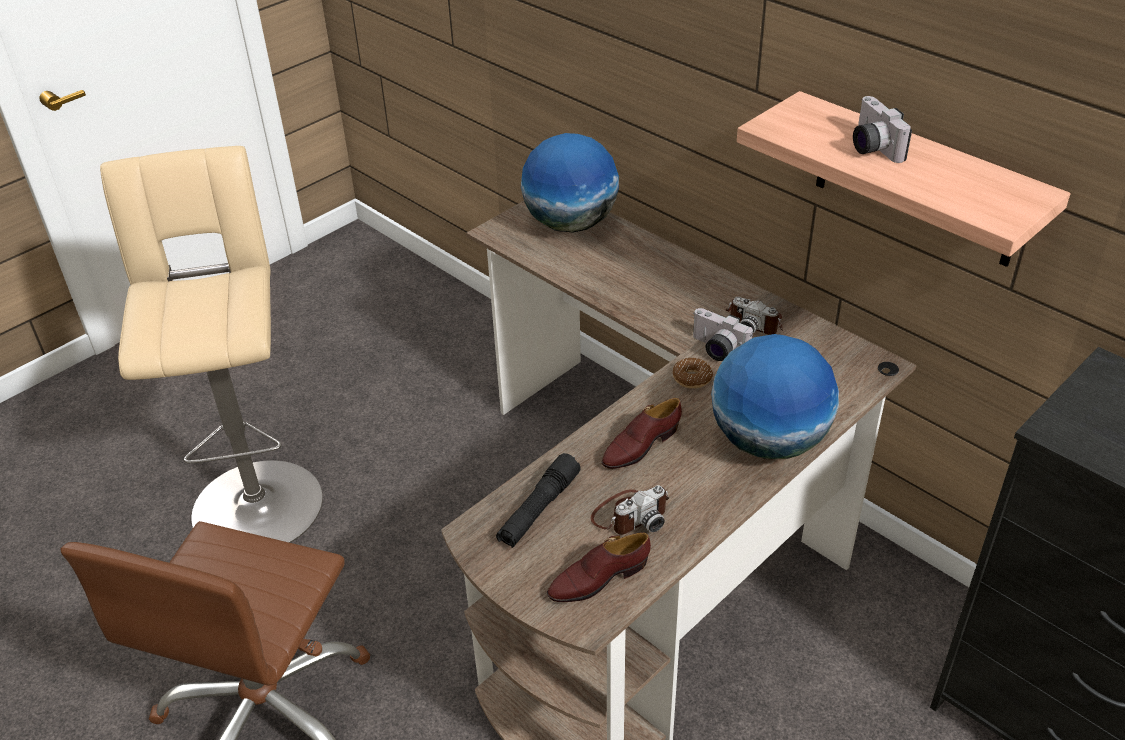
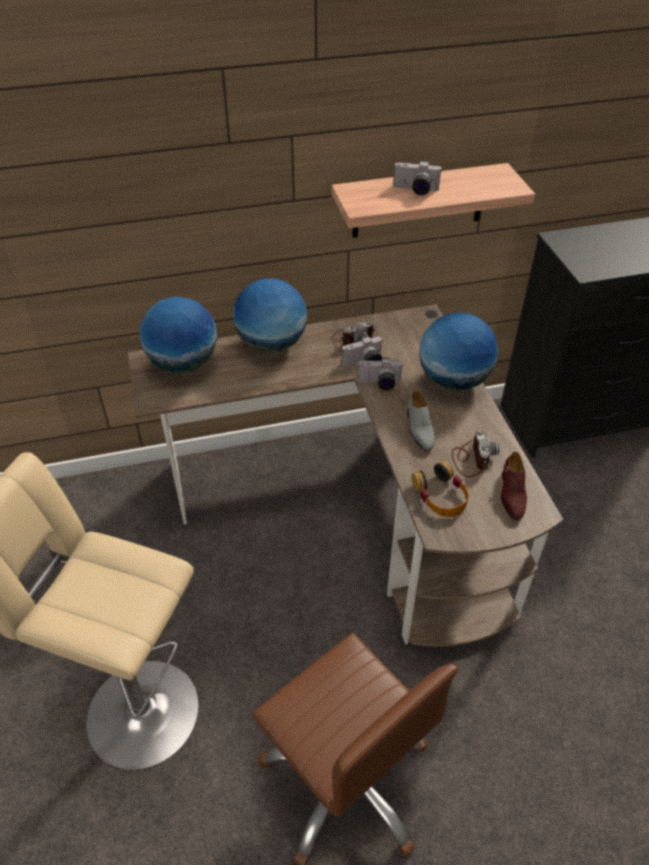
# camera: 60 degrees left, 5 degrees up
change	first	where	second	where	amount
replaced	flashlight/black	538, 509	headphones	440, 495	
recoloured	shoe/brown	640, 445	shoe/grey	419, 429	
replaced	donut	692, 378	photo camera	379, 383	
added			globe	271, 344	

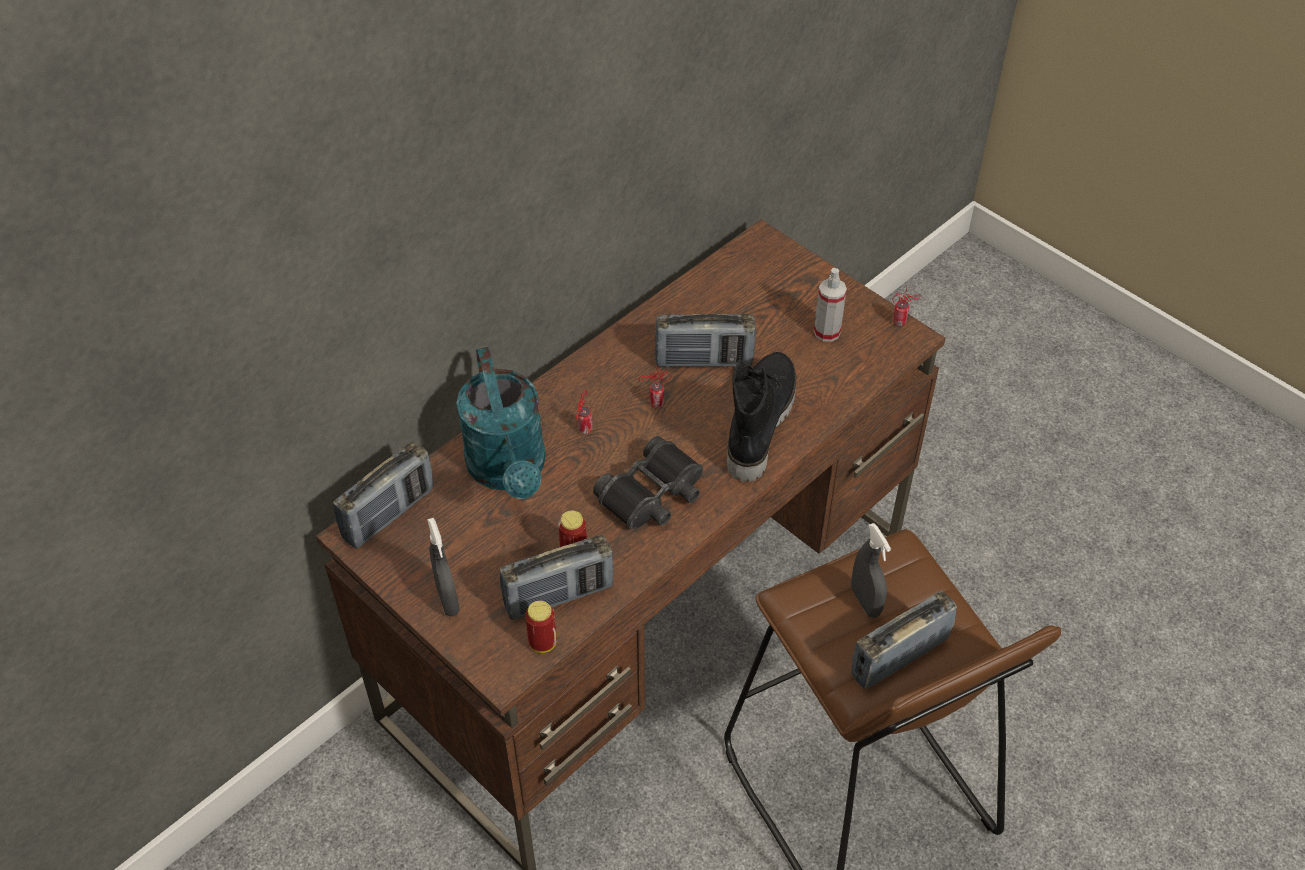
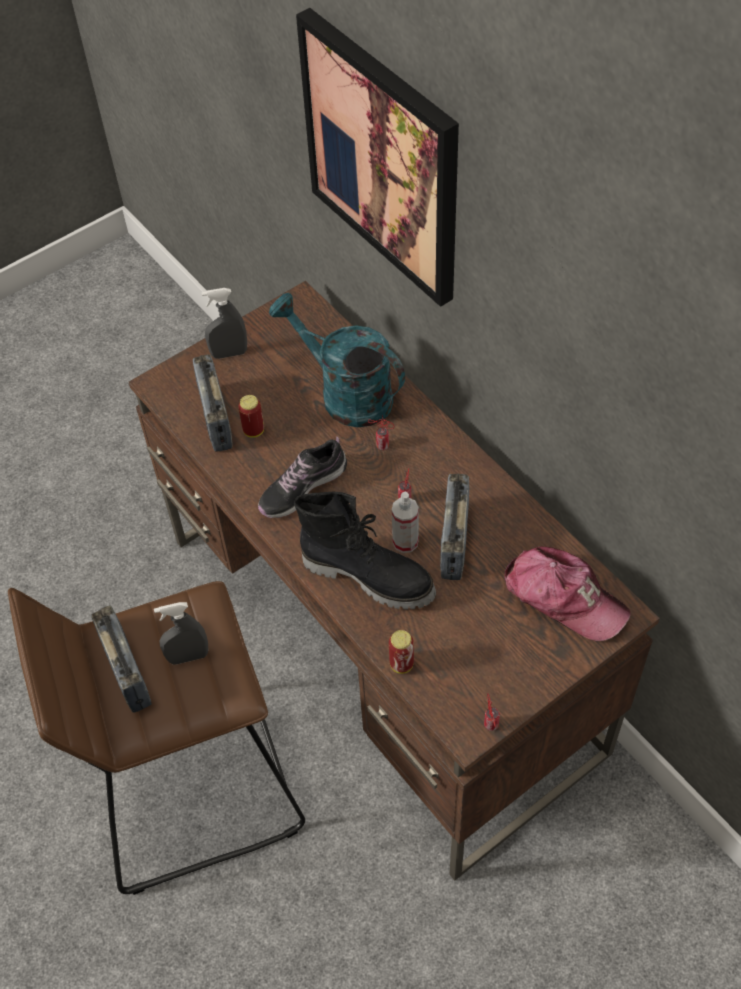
# camera: 100 degrees right, 5 degrees up
change	first	where	second	where	amount
removed	radio	389, 514			
turned	watering can/turquoise	510, 471		345, 393	45 degrees clockwise
moved	can	543, 643		401, 664	
replaced	binoculars/black	652, 494	shoe	302, 487	
moved	spray bottle	827, 332		405, 542	
added			picture	383, 158	
added			cap	564, 597	

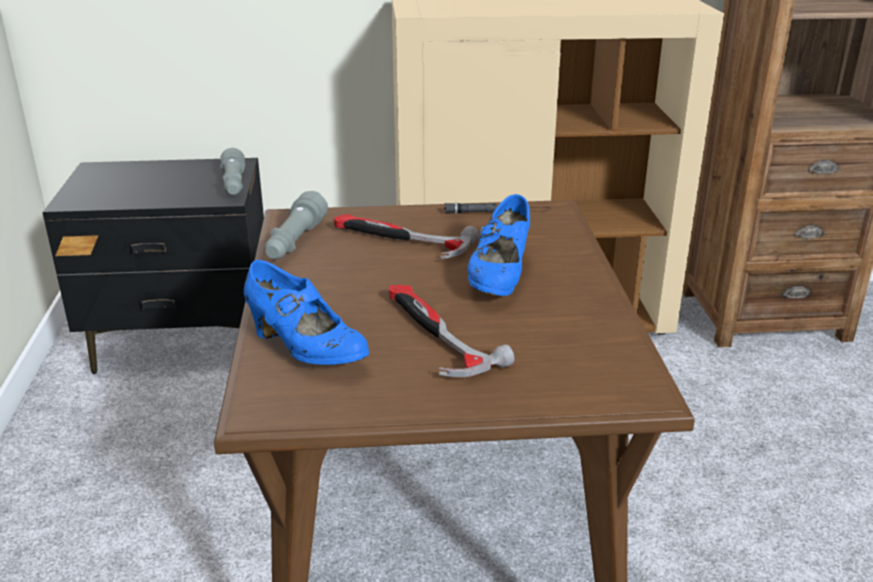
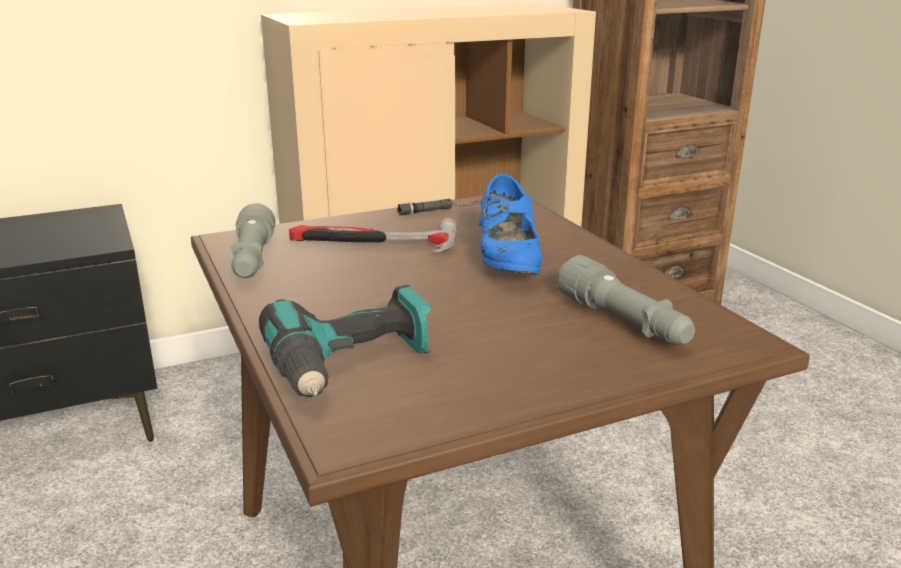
# camera: 20 degrees left, 5 degrees down
change	first	where	second	where	amount
moved	flashlight/grey	234, 185		624, 323	
replaced	shoe/blue	305, 350	power drill	352, 364	
removed	hammer	433, 336			

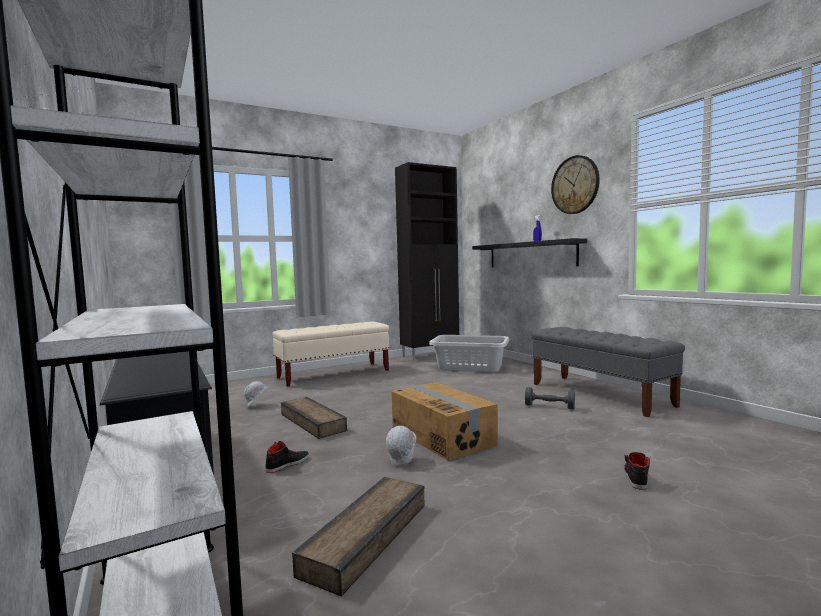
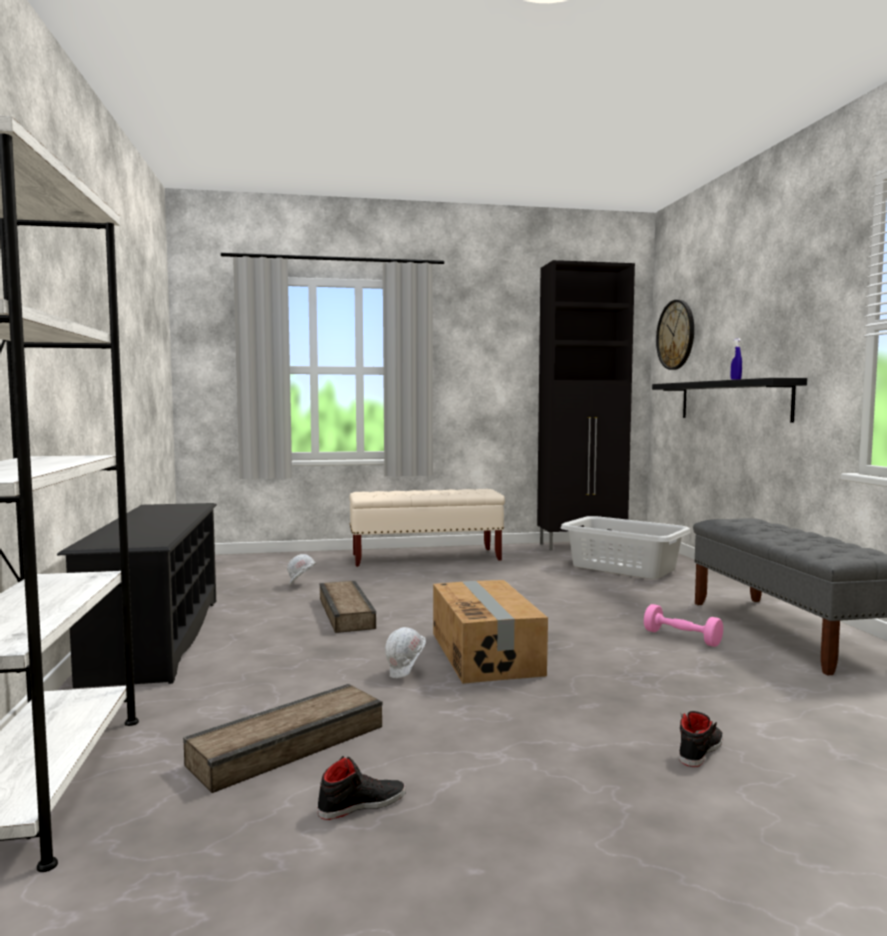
# camera: 20 degrees right, 0 degrees up
change	first	where	second	where	amount
moved	shoe/black	287, 464		361, 804	
recoloured	dumbbell/grey	549, 406	dumbbell/pink	682, 638	
moved	wall clock	575, 185		676, 335	

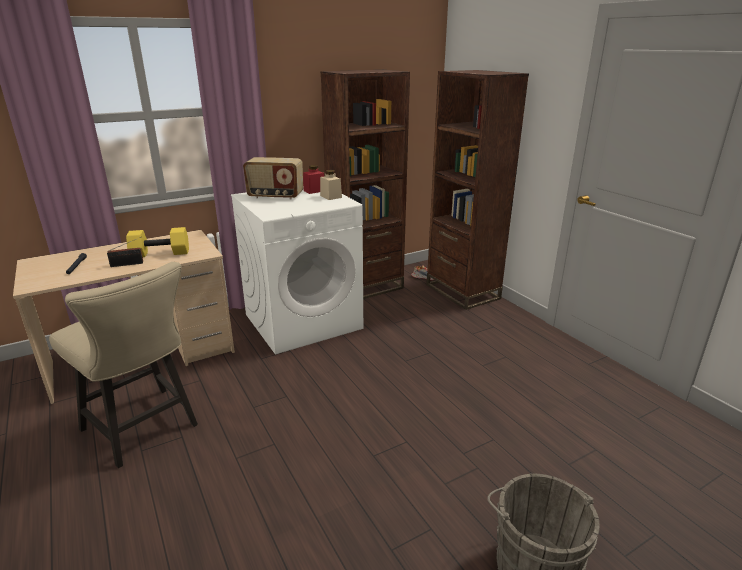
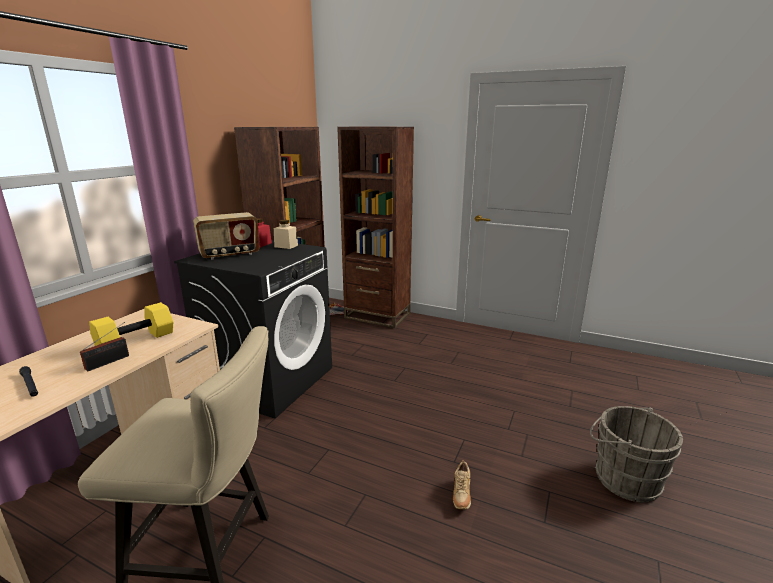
# camera: 35 degrees left, 5 degrees down
change	first	where	second	where	amount
recoloured	washing machine/white	303, 321	washing machine/black	269, 380	
added			shoe/beige	461, 496	

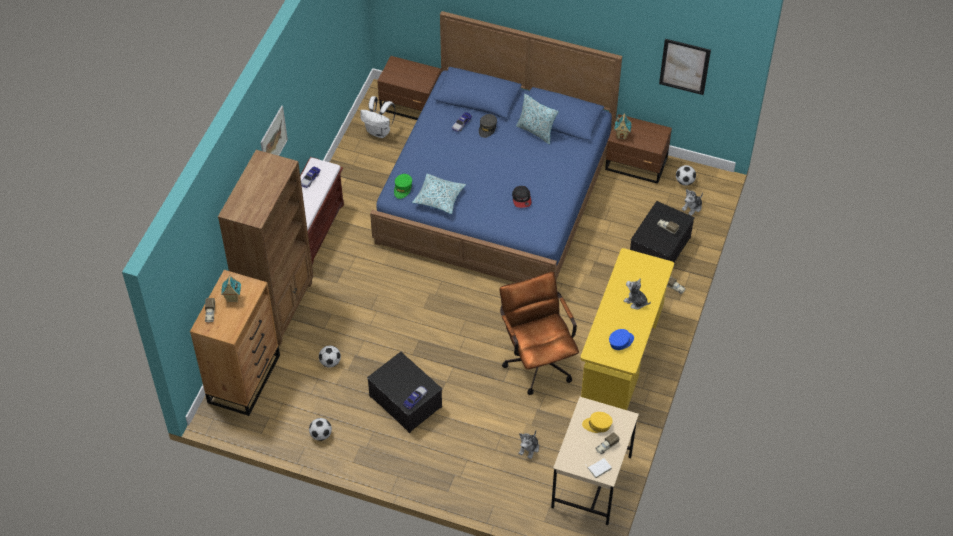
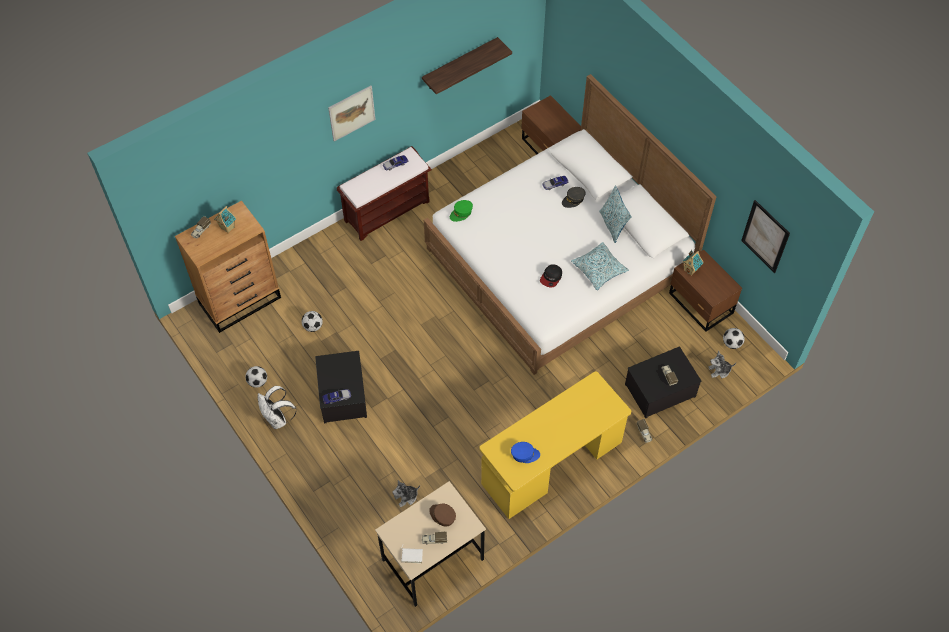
# camera: 35 degrees right, 5 degrees up
change	first	where	second	where	amount
removed	bookcase/brown	279, 308			
moved	backpack/white	379, 131		277, 419	
recoloured	bed/blue	496, 192	bed/white	559, 260	
moved	pillow	439, 198		599, 269	
removed	office chair/brown	537, 359			
recoloured	cap/yellow	597, 425	cap/brown	442, 516	
removed	plush toy	635, 301			
added			shelf	460, 64	

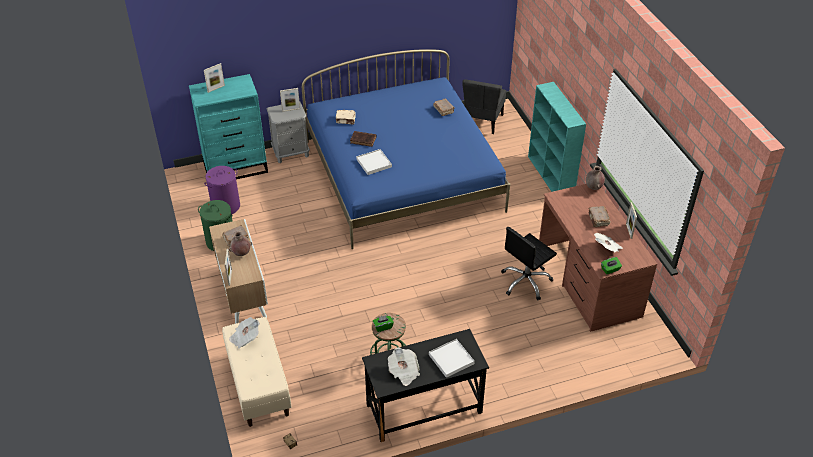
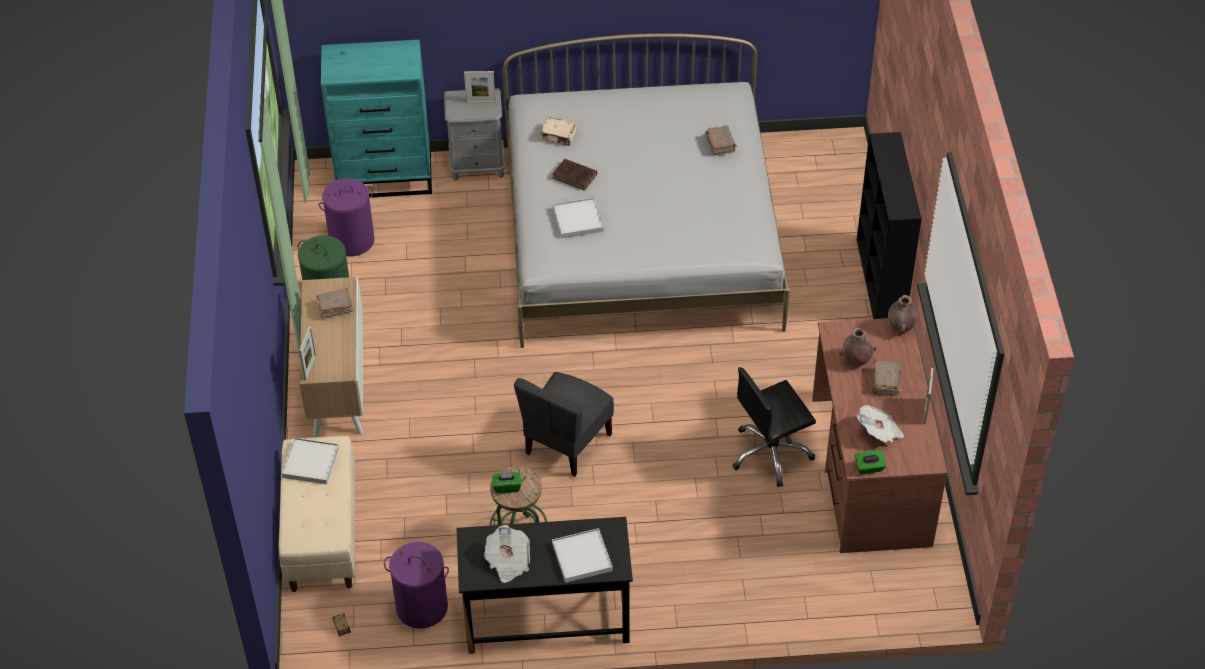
# camera: 15 degrees right, 5 degrees up
change	first	where	second	where	amount
removed	picture frame	216, 88			
moved	vase/brown	241, 253		856, 361	
replaced	newspaper	245, 338	tray/white	310, 463	
recoloured	bed/blue	403, 175	bed/white	641, 236	
moved	chair/grey	482, 122		567, 444	
recoloured	bookcase/turquoise	551, 176	bookcase/black	881, 281	
added			laundry basket/purple	421, 607	

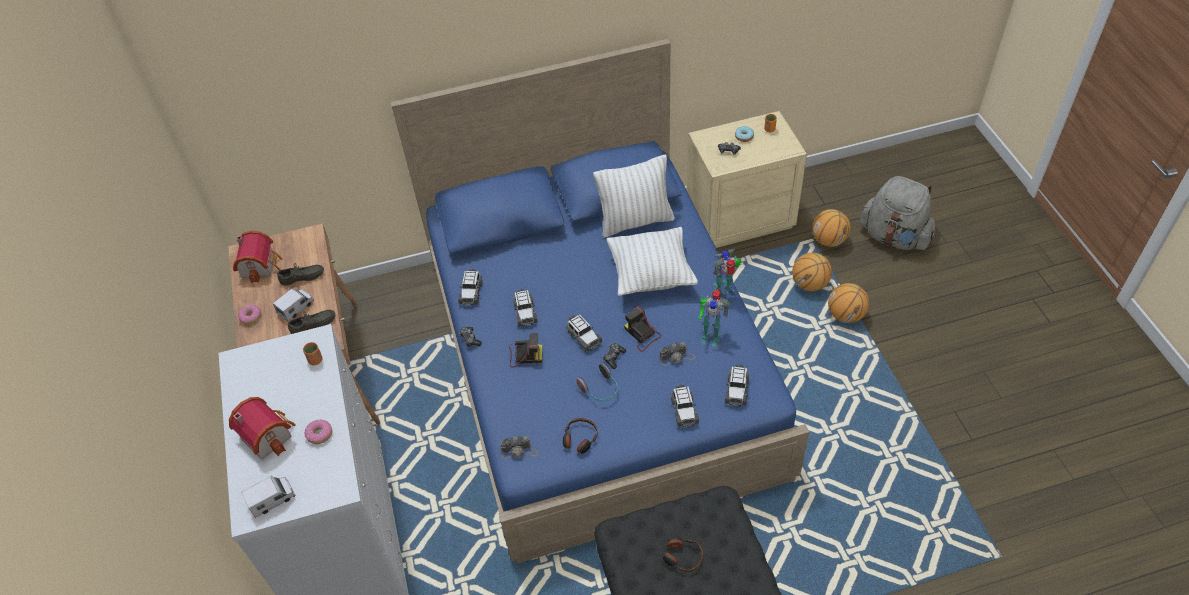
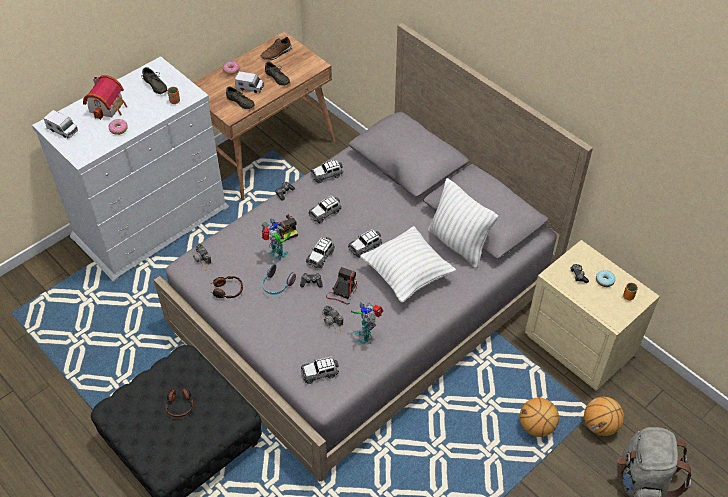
# camera: 60 degrees right, 0 degrees up
change	first	where	second	where	amount
replaced	toy house	261, 265	shoe/brown	276, 54	
recoloured	bed/blue	600, 362	bed/grey	365, 305	
moved	toy car	684, 411		365, 247	
moved	toy robot	724, 289		277, 255	
removed	basketball	846, 315			
added			shoe/grey	154, 86	

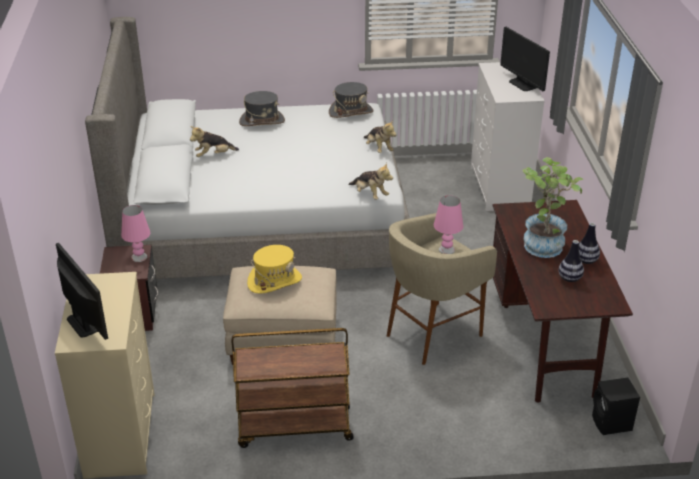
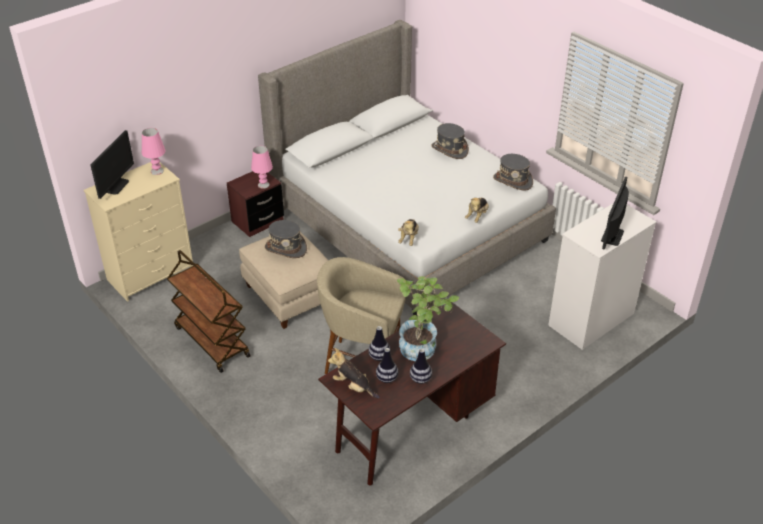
# camera: 55 degrees right, 5 degrees up
change	first	where	second	where	amount
moved	plush toy	213, 155		353, 386	
recoloured	hat/yellow	274, 281	hat/grey	286, 248	
moved	table lamp/pink	447, 249		157, 171	
removed	speaker/black	612, 424			
added			vase	379, 356	

